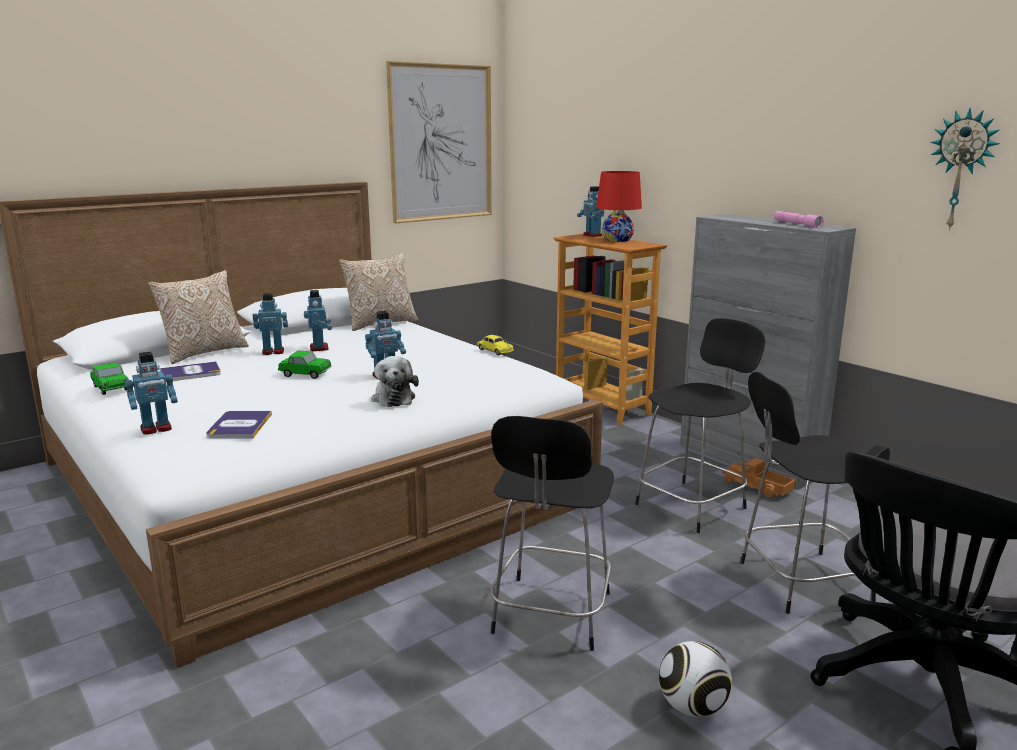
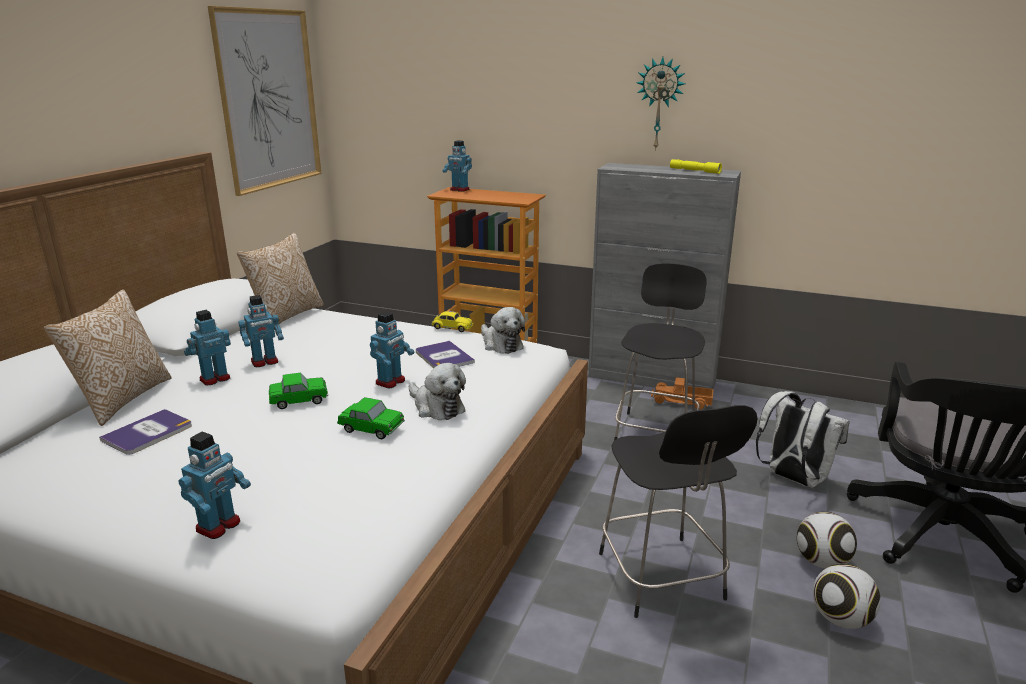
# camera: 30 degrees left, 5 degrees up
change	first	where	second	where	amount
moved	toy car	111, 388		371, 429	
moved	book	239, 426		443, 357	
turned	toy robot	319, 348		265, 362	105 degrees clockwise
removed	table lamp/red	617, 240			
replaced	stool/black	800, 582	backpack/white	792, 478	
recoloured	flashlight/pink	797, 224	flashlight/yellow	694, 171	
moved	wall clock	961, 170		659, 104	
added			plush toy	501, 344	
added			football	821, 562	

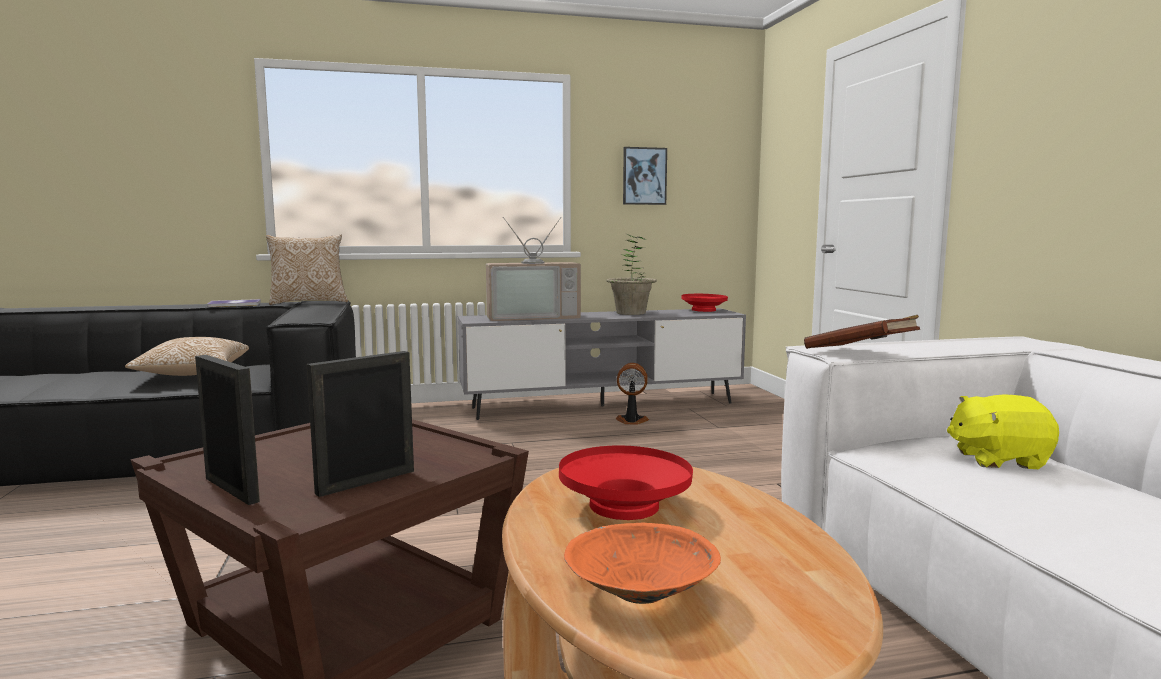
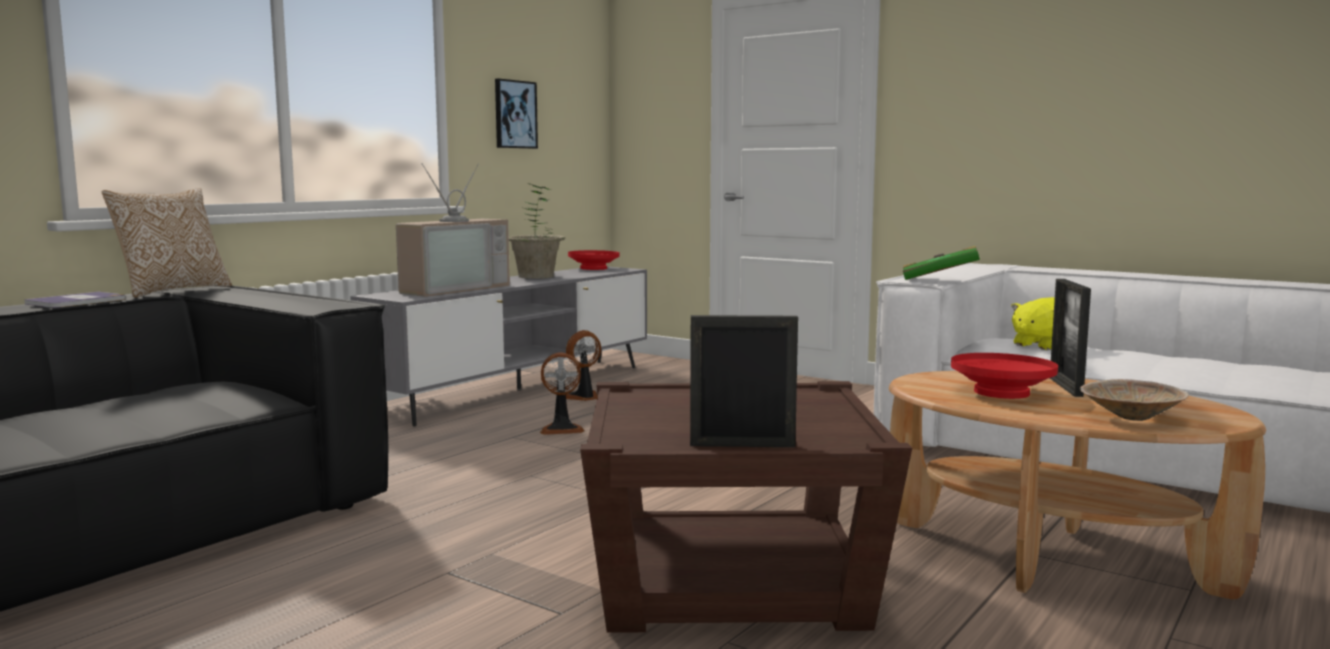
# camera: 40 degrees left, 0 degrees up
change	first	where	second	where	amount
removed	pillow	193, 374			
moved	picture frame	366, 482		1065, 387	
recoloured	bowl/orange	638, 592	bowl/beige	1130, 418	
recoloured	book/brown	860, 353	book/green	939, 280	
added			fan	561, 429	

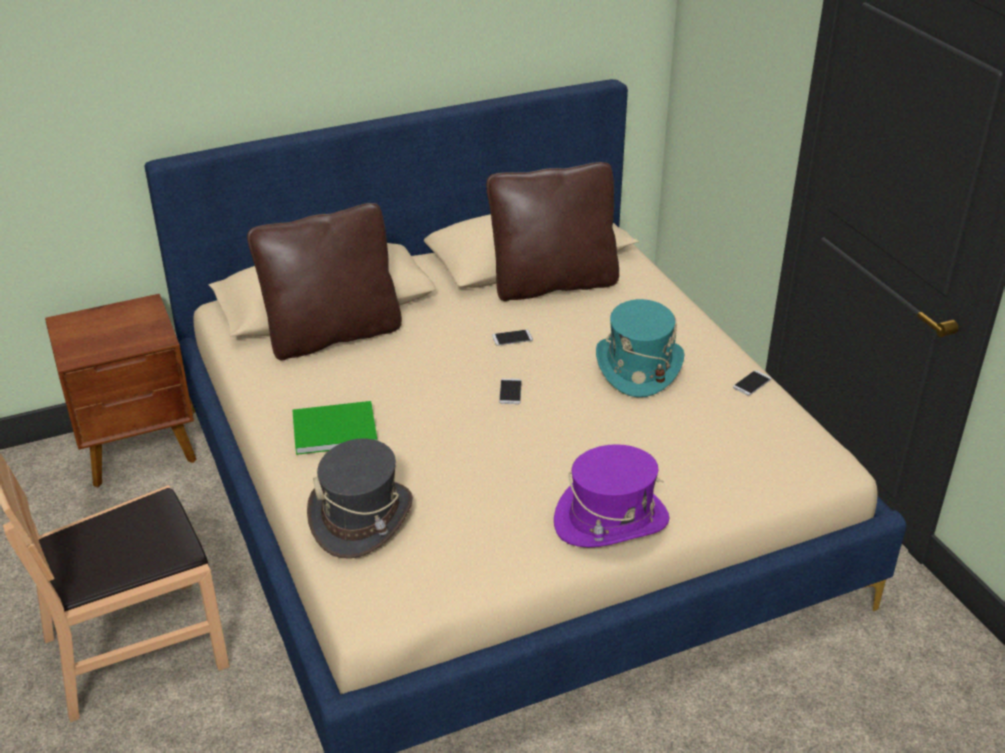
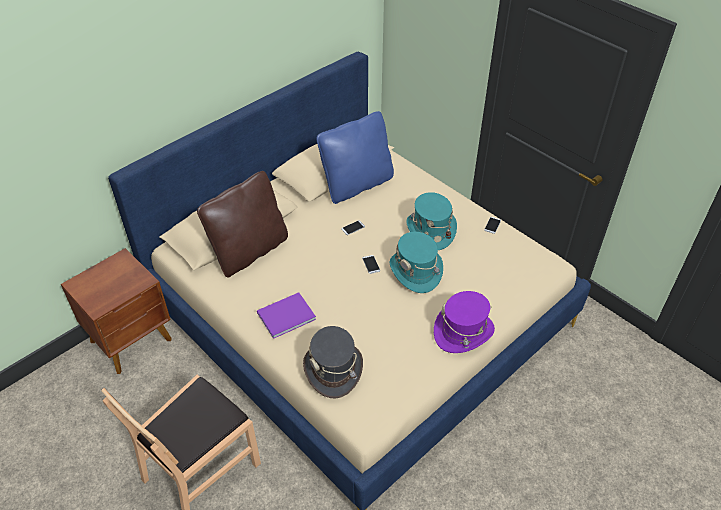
# camera: 20 degrees left, 10 degrees up
change	first	where	second	where	amount
recoloured	book/green	332, 429	book/purple	284, 316	
recoloured	pillow/brown	553, 283	pillow/blue	356, 185	
added			hat/turquoise	416, 271	

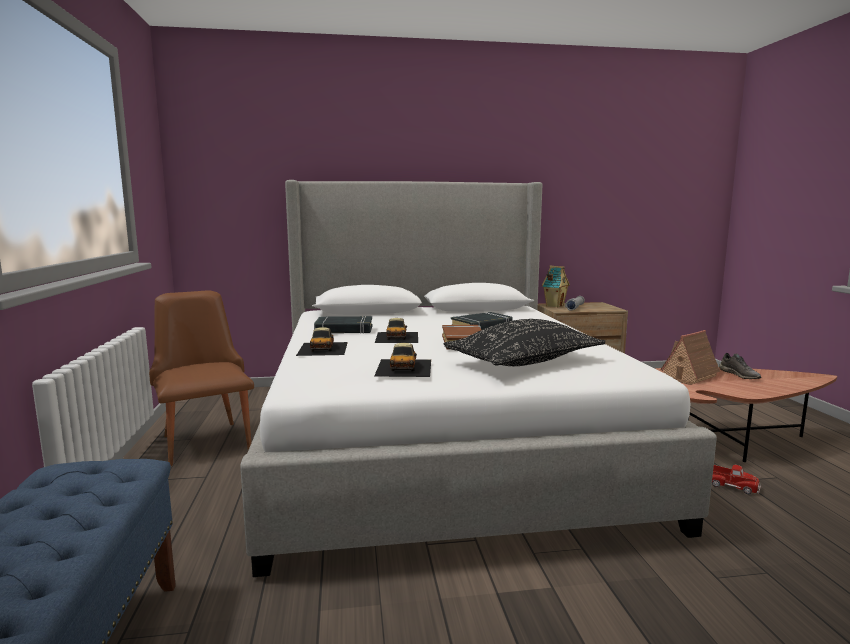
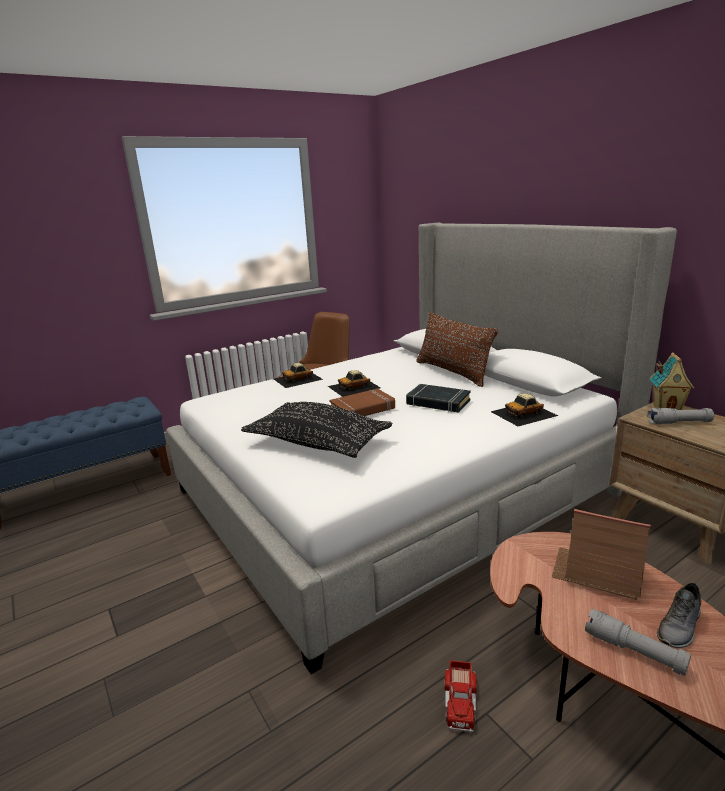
# camera: 65 degrees right, 10 degrees up
change	first	where	second	where	amount
removed	book/black	344, 330			
moved	toy car	404, 367		524, 413	
added			pillow/brown	452, 372	
added			flashlight/grey	634, 651	

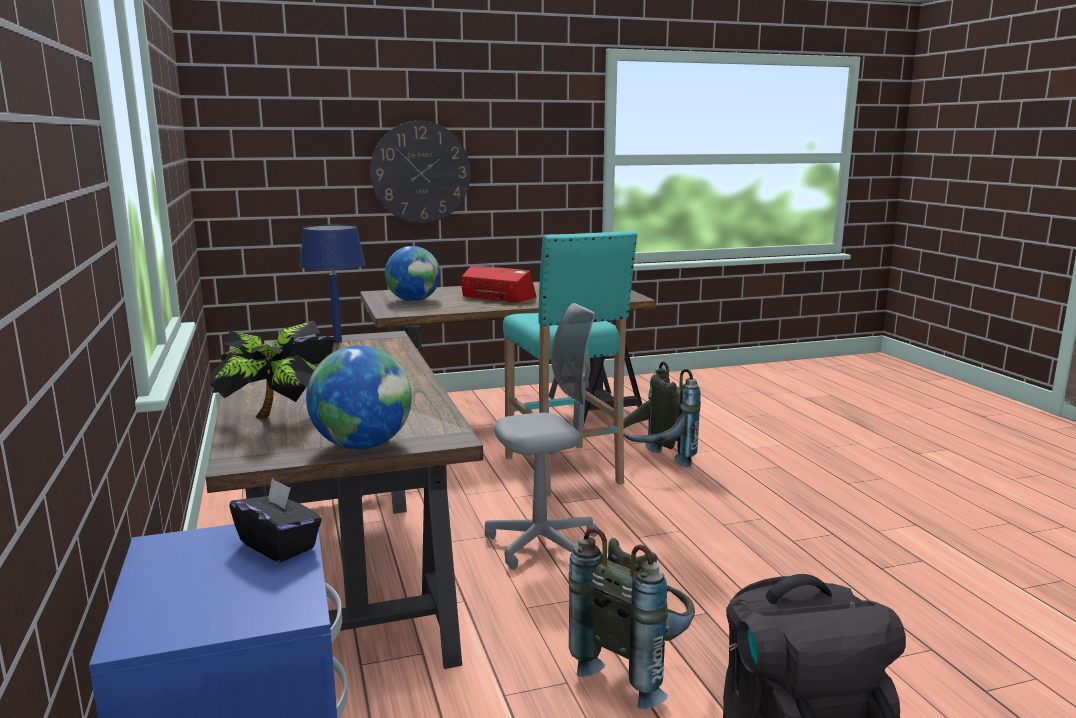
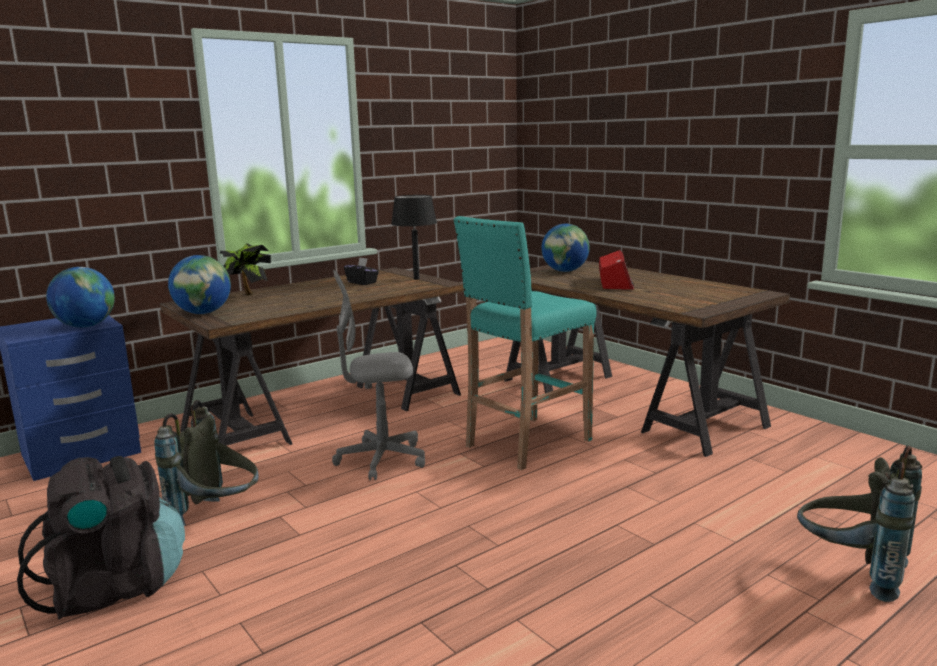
# camera: 70 degrees right, 0 degrees up
change	first	where	second	where	amount
replaced	tissue box/black	279, 545	globe	85, 326	
recoloured	table lamp/blue	337, 341	table lamp/black	416, 279	
removed	wall clock	420, 172			
turned	office chair/grey	542, 544		381, 459	120 degrees clockwise
moved	backpack/grey	654, 463		851, 572	

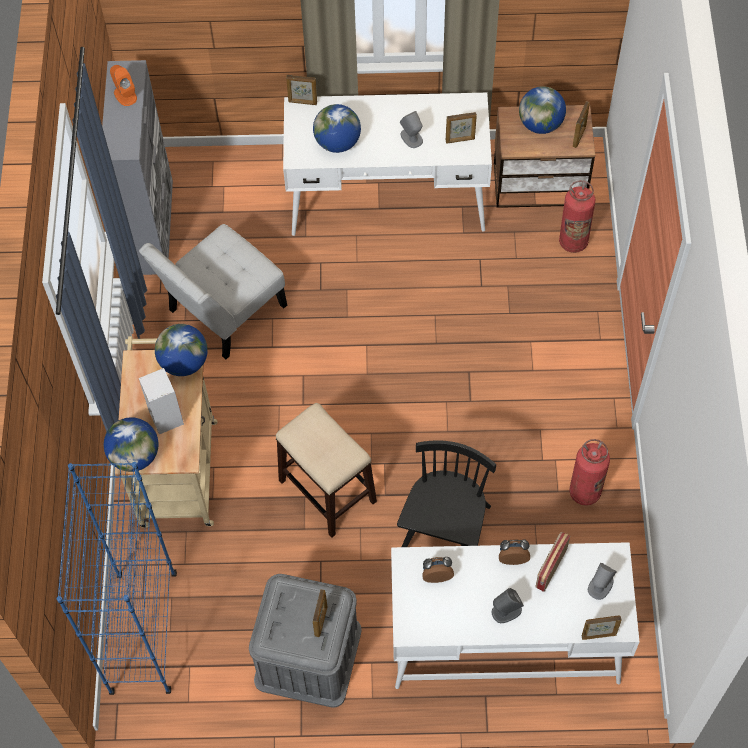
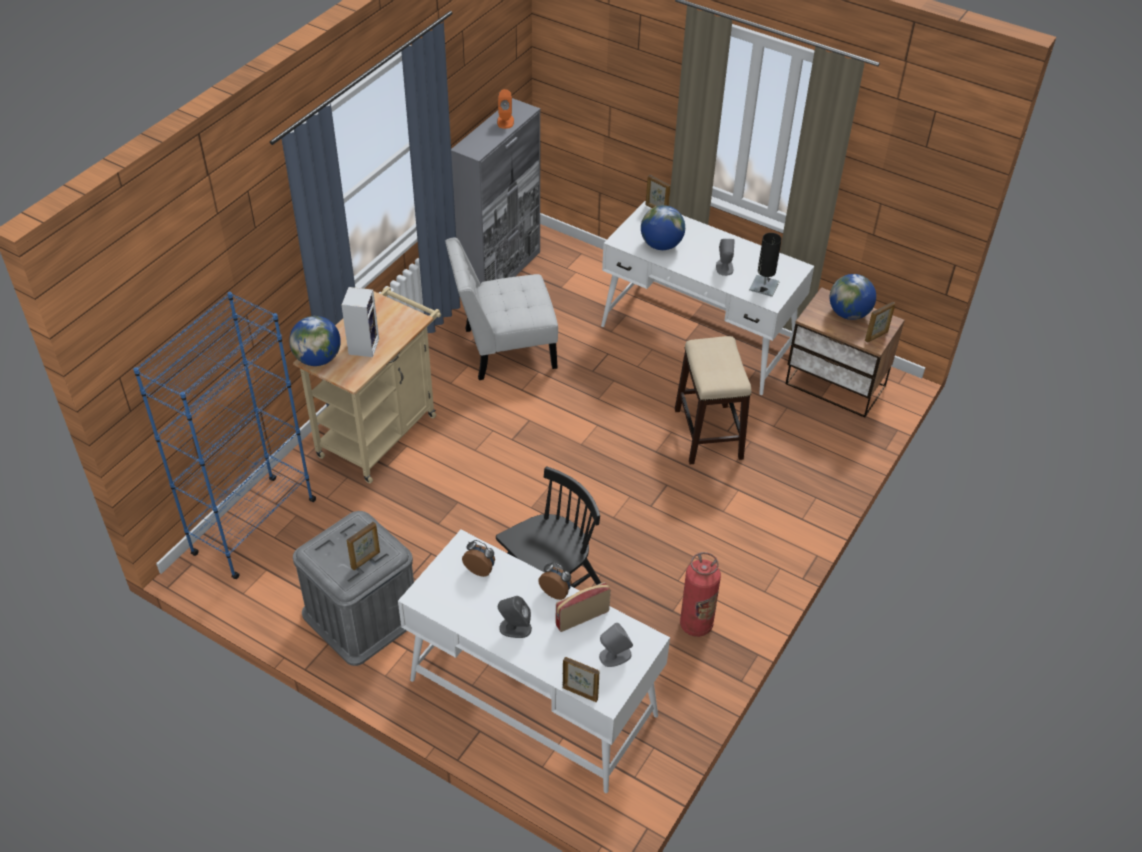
# camera: 30 degrees right, 15 degrees down
change	first	where	second	where	amount
removed	globe	184, 362			
moved	stool	327, 490		708, 433	
replaced	picture frame	460, 140	table lamp/black	764, 286	
removed	fire extinguisher	573, 242			

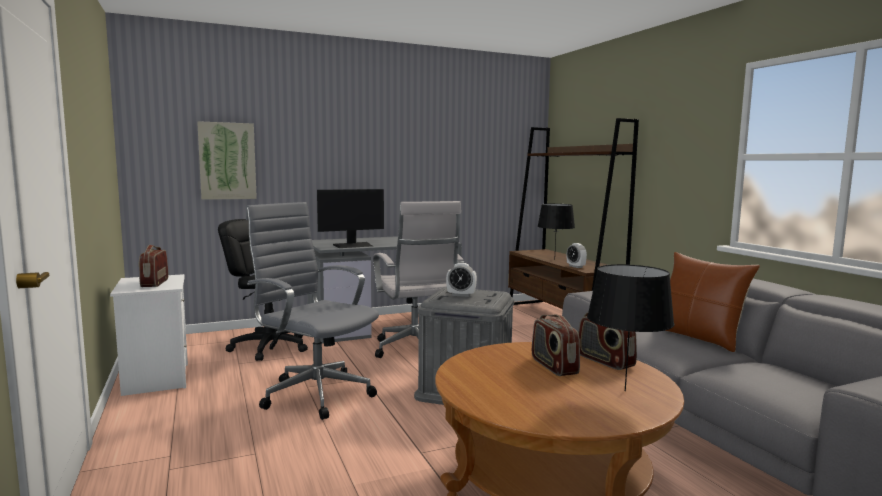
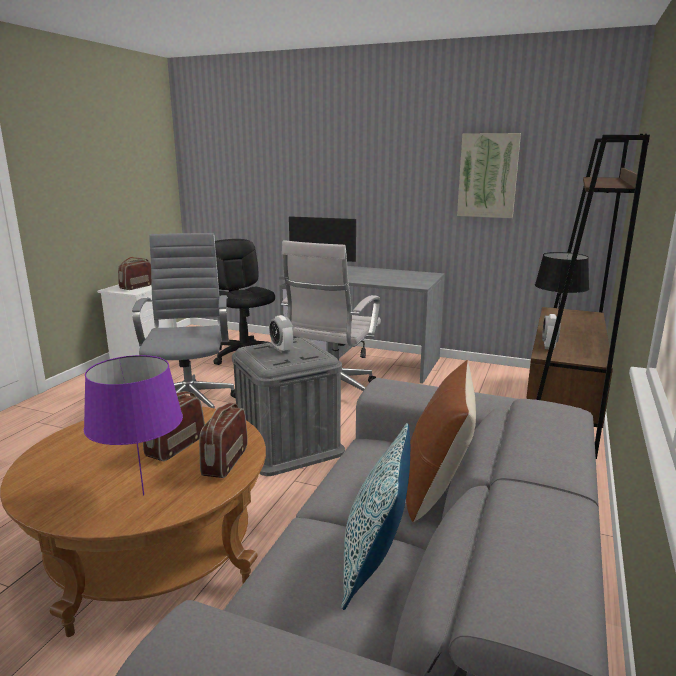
# camera: 45 degrees right, 10 degrees up
change	first	where	second	where	amount
moved	picture	227, 161		488, 175	
recoloured	table lamp/black	624, 391	table lamp/purple	144, 494	
added			pillow	374, 561	

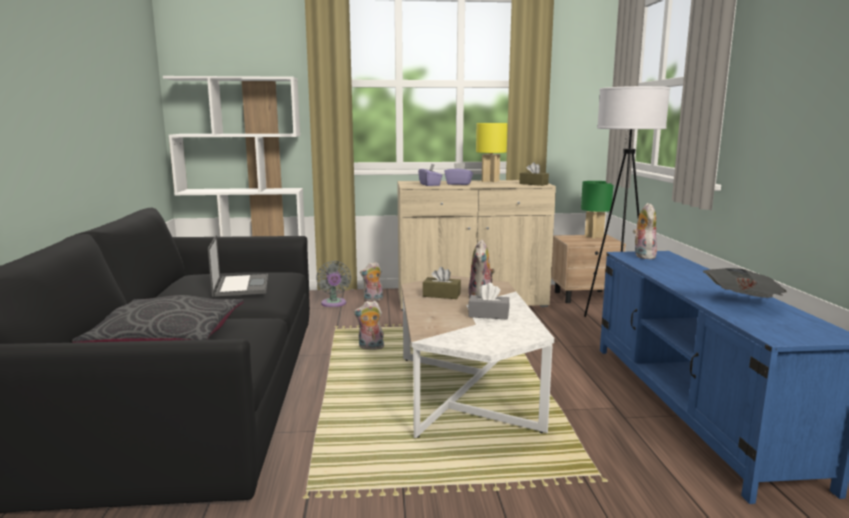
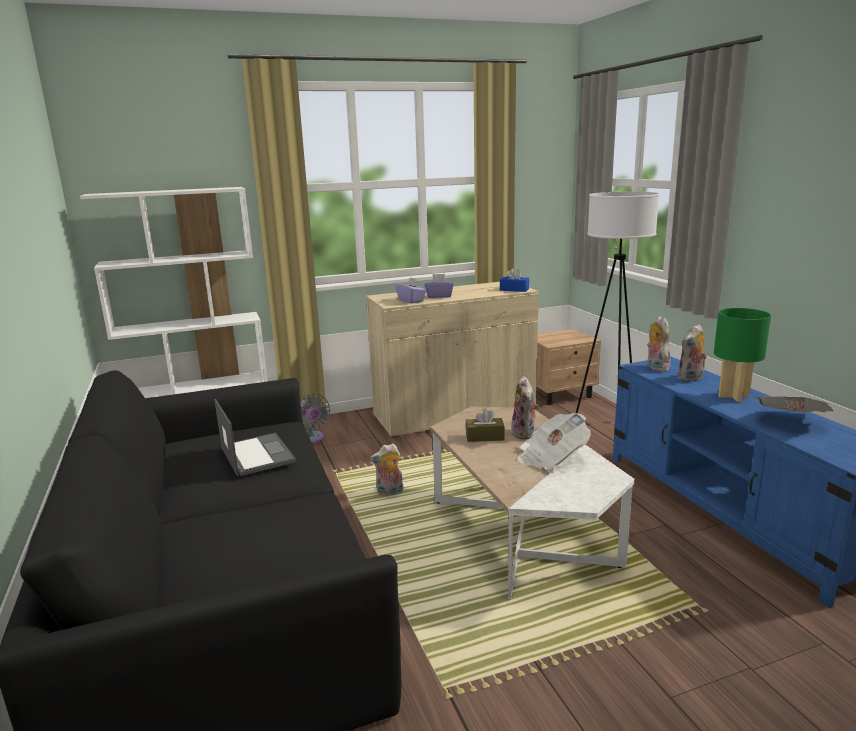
# camera: 15 degrees left, 5 degrees up
change	first	where	second	where	amount
removed	pillow/grey	168, 337			
moved	plush toy	373, 300		691, 378	
replaced	tissue box/grey	488, 315	newspaper	552, 458	
removed	table lamp/yellow	490, 181			
recoloured	tissue box/brown	533, 184	tissue box/blue	514, 289	
moved	table lamp/green	594, 237		733, 396	

